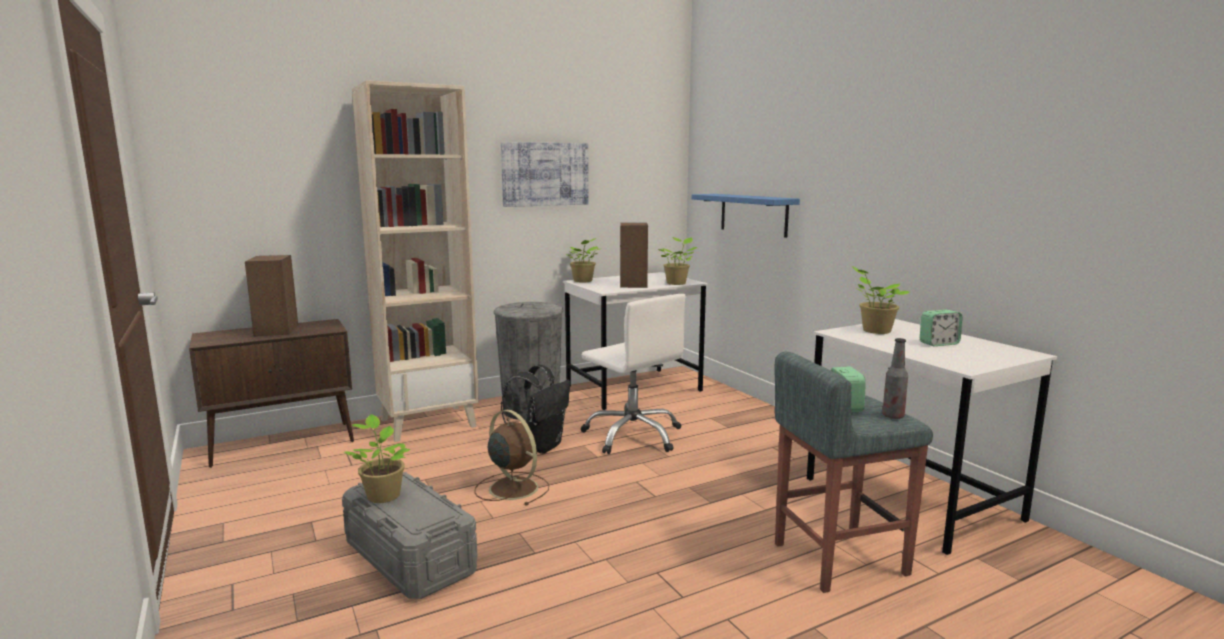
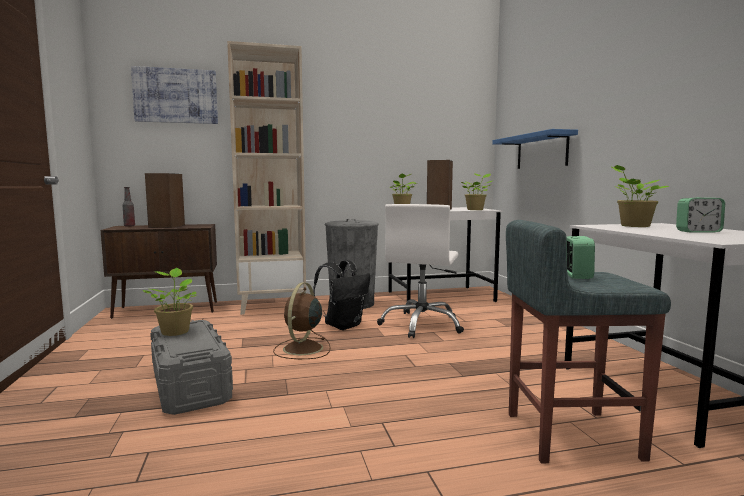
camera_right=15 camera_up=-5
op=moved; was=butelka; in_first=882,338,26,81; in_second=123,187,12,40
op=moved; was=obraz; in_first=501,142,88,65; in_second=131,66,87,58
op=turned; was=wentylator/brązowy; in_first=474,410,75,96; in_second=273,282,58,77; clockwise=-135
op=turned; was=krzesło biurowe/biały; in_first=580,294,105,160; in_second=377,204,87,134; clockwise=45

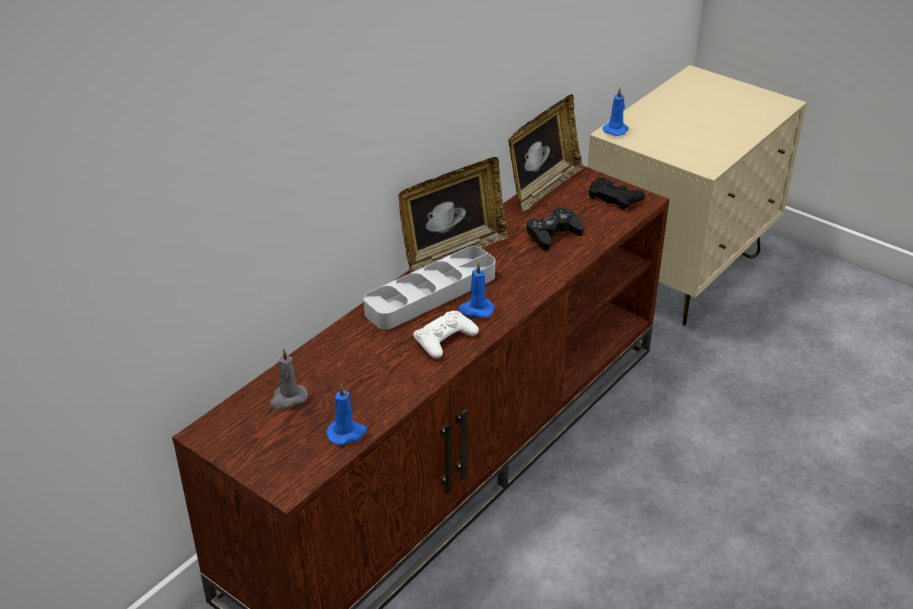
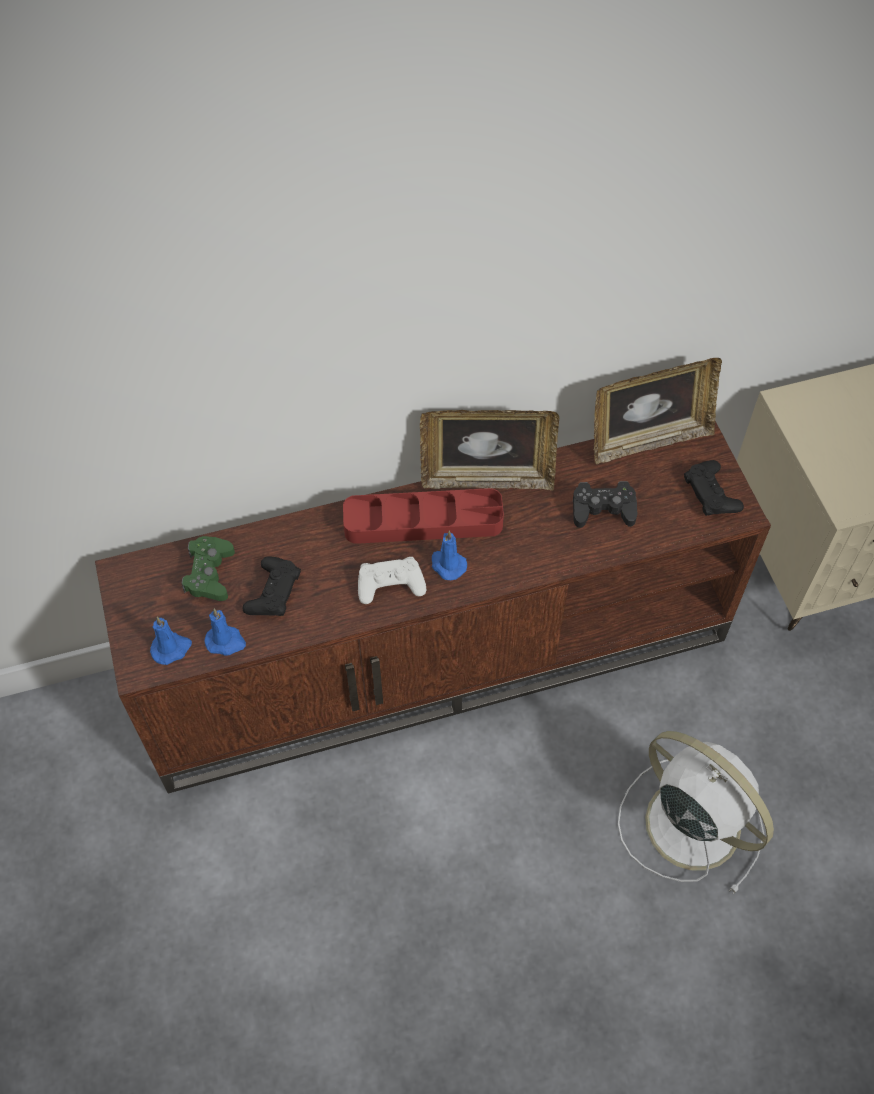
camera_right=35 camera_up=20
op=moved; was=świeca/niebieski; in_first=602,88,27,48; in_second=150,617,42,48
op=replaced; was=świeca/szary; now=pad do gier/zielony; in_first=269,348,39,60; in_second=181,536,54,65
op=added; now=pad do gier/czarny; in_second=242,556,59,60
op=recoloured; was=taca/szary; now=taca/czerwony; in_first=364,246,131,84; in_second=343,488,161,56
op=added; now=wentylator/biały; in_second=618,731,156,163

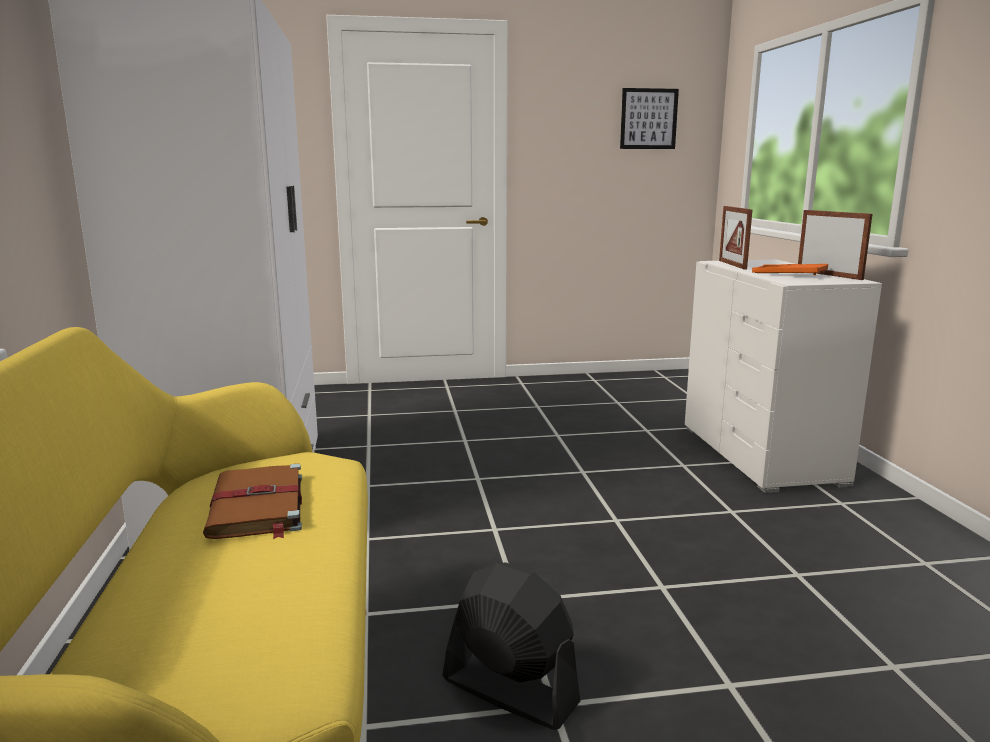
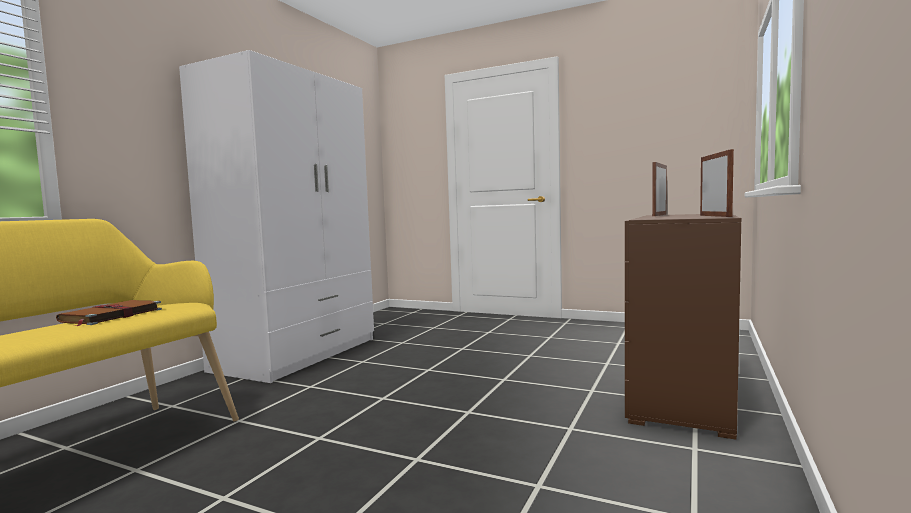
camera_right=35 camera_up=-10
op=recoloured; was=komoda/biały; now=komoda/brązowy; in_first=685,260,197,233; in_second=625,214,116,226
op=removed; was=wentylator/czarny; in_first=442,562,139,168
op=removed; was=obraz; in_first=620,88,59,61
op=removed; was=taca/pomarańczowy; in_first=752,264,76,11

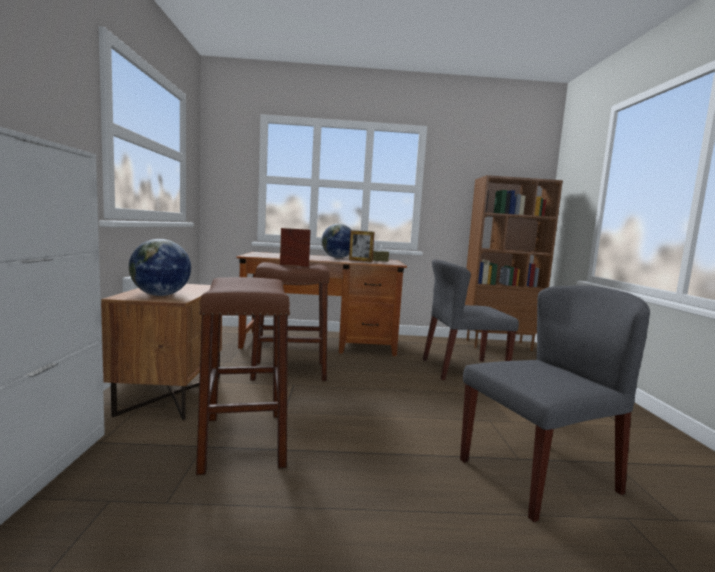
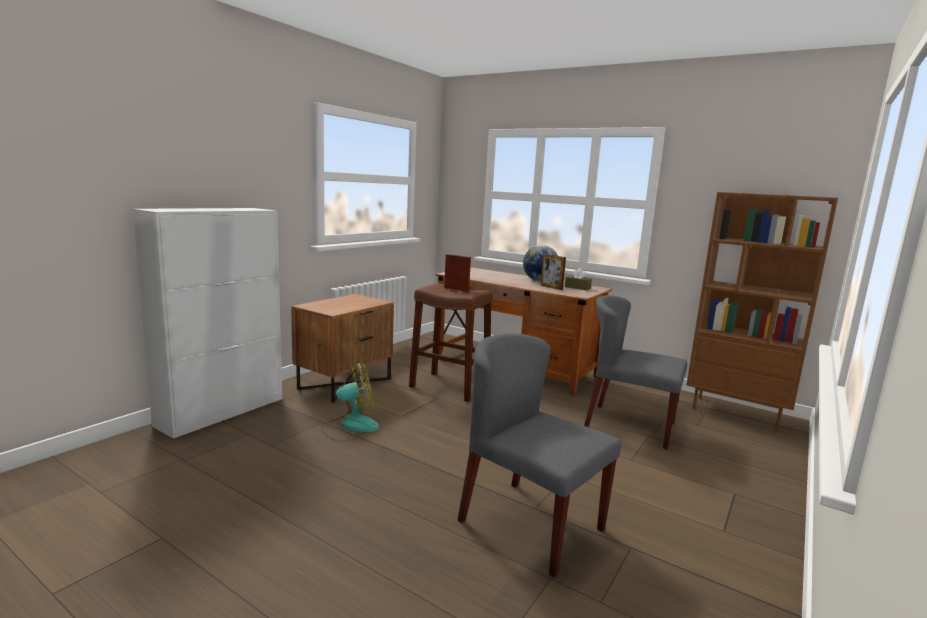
camera_right=35 camera_up=5
op=replaced; was=stołek/brązowy; now=wentylator; in_first=196,277,94,198; in_second=321,362,58,80
op=turned; was=krzesło/szary; in_first=460,285,190,237; in_second=458,333,163,245; clockwise=-150
op=removed; was=globus; in_first=129,239,62,57

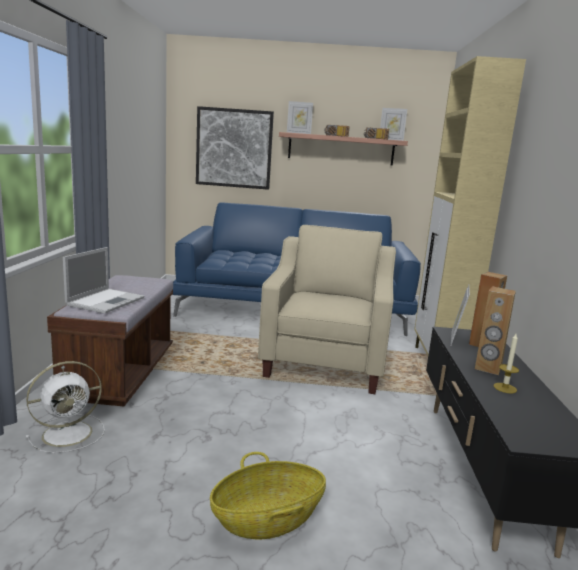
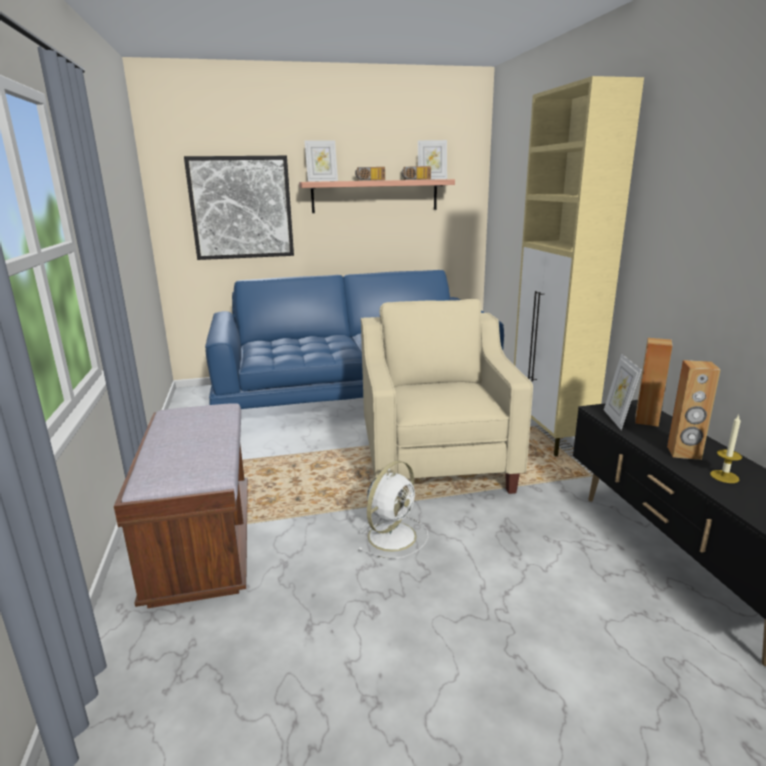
camera_right=-15 camera_up=5
op=moved; was=wentylator/biały; in_first=25,361,80,92; in_second=358,461,70,98
op=removed; was=laptop; in_first=63,247,81,67
op=removed; was=koszyk; in_first=210,452,116,87

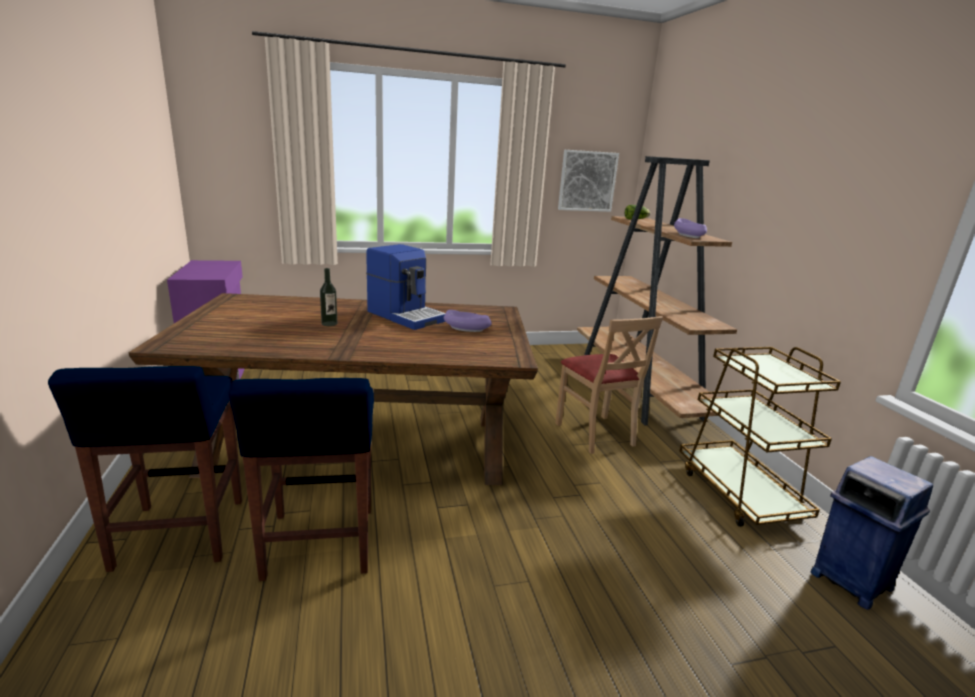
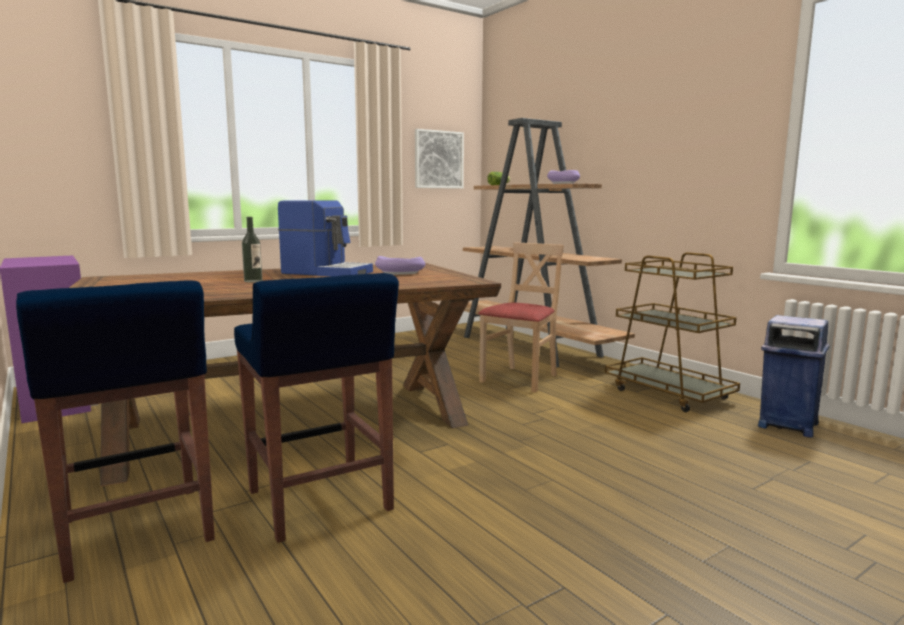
camera_right=-20 camera_up=-10
op=turned; was=krzesło/beżowy; in_first=555,316,108,138; in_second=478,242,86,151; clockwise=-105

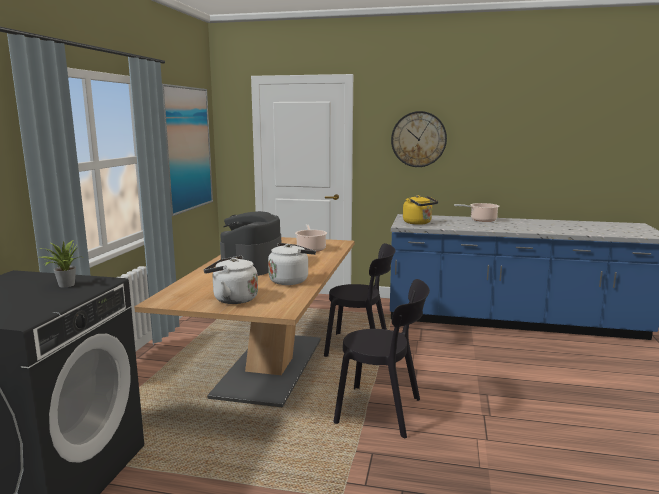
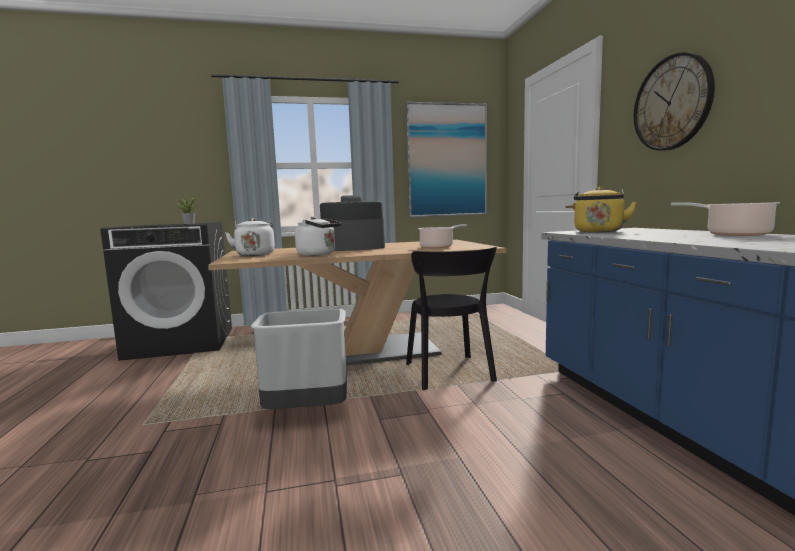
camera_right=65 camera_up=-5
op=replaced; was=krzesło/czarny; now=kosz na śmieci/szary; in_first=333,279,97,159; in_second=251,309,96,100

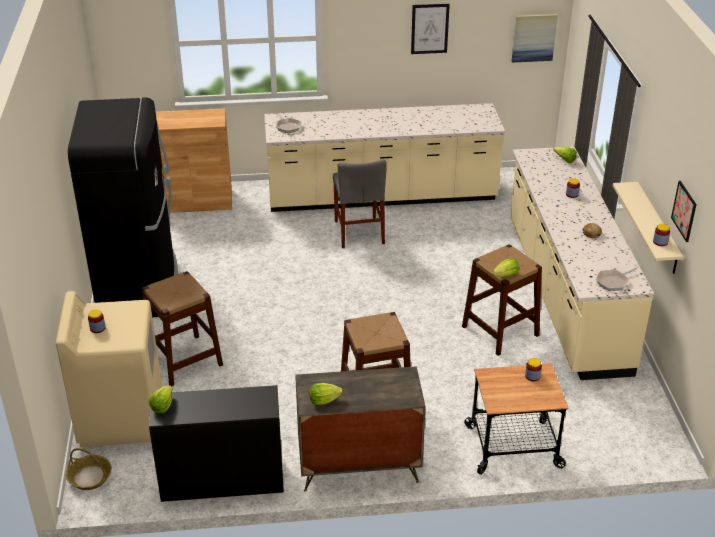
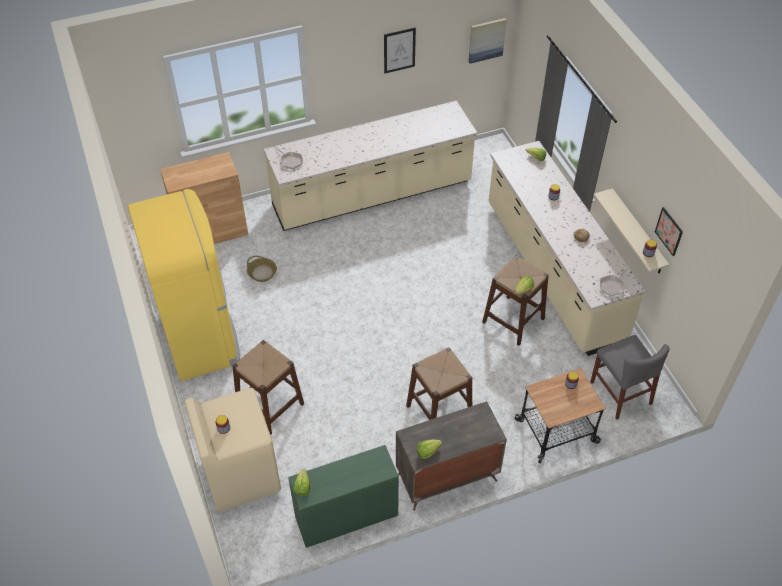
camera_right=-15 camera_up=15
op=recoloured; was=lodówka/czarny; now=lodówka/żółty; in_first=68,97,110,220; in_second=128,189,112,192
op=moved; was=koszyk; in_first=66,448,46,42; in_second=247,256,30,26
op=recoloured; was=biurko/czarny; now=biurko/zielony; in_first=149,385,135,117; in_second=288,445,111,103
op=moved; was=krzesło/szary; in_first=333,160,53,88; in_second=590,335,79,84

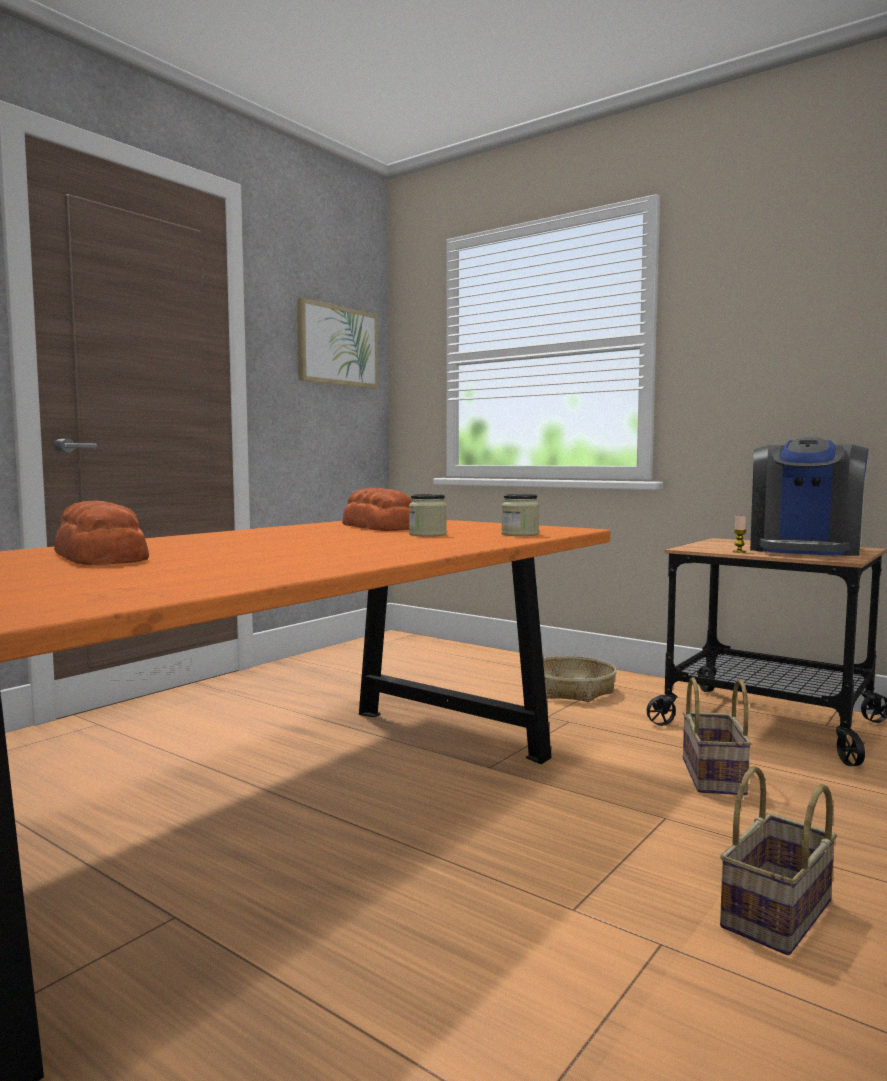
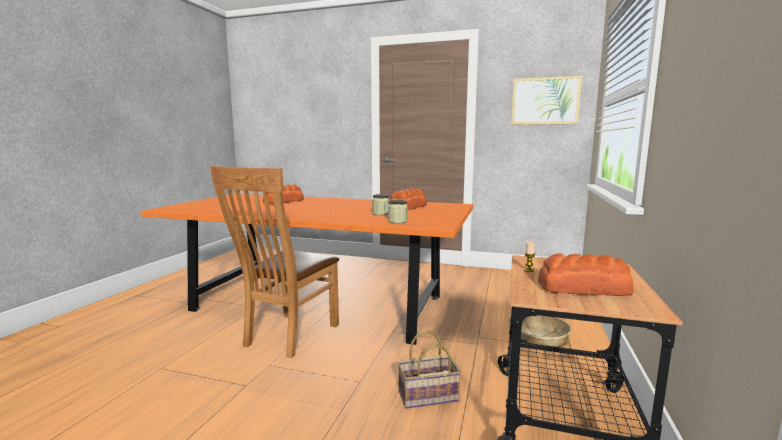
camera_right=70 camera_up=5
op=added; now=krzesło/brązowy; in_second=209,166,130,192
op=replaced; was=ekspres do kawy; now=chleb; in_first=750,437,119,119; in_second=538,254,96,42
op=removed; was=koszyk; in_first=720,766,117,189

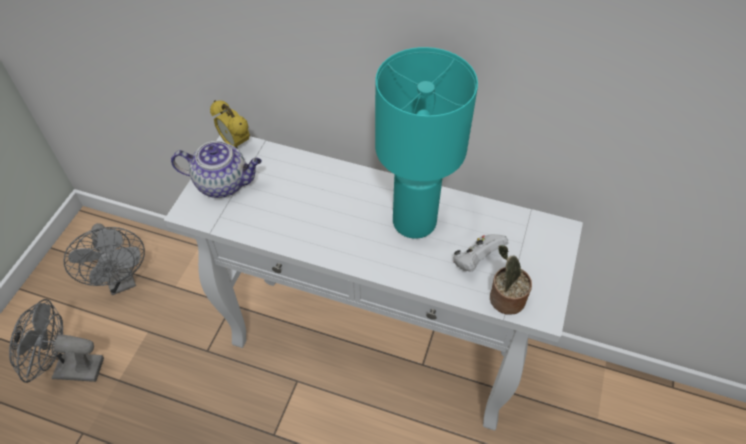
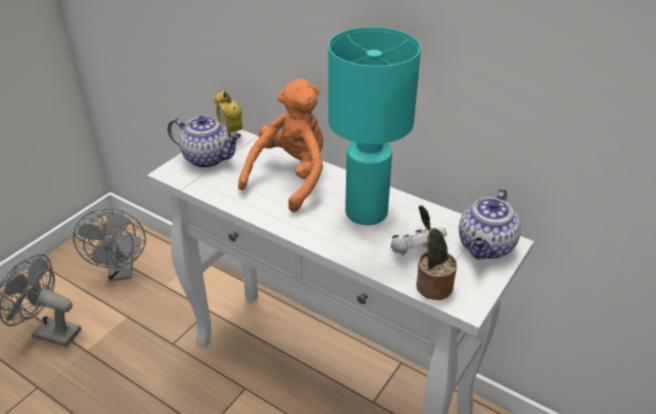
camera_right=15 camera_up=-15
op=added; now=pluszak/pomarańczowy; in_second=238,78,85,134
op=added; now=imbryk; in_second=459,188,62,72

